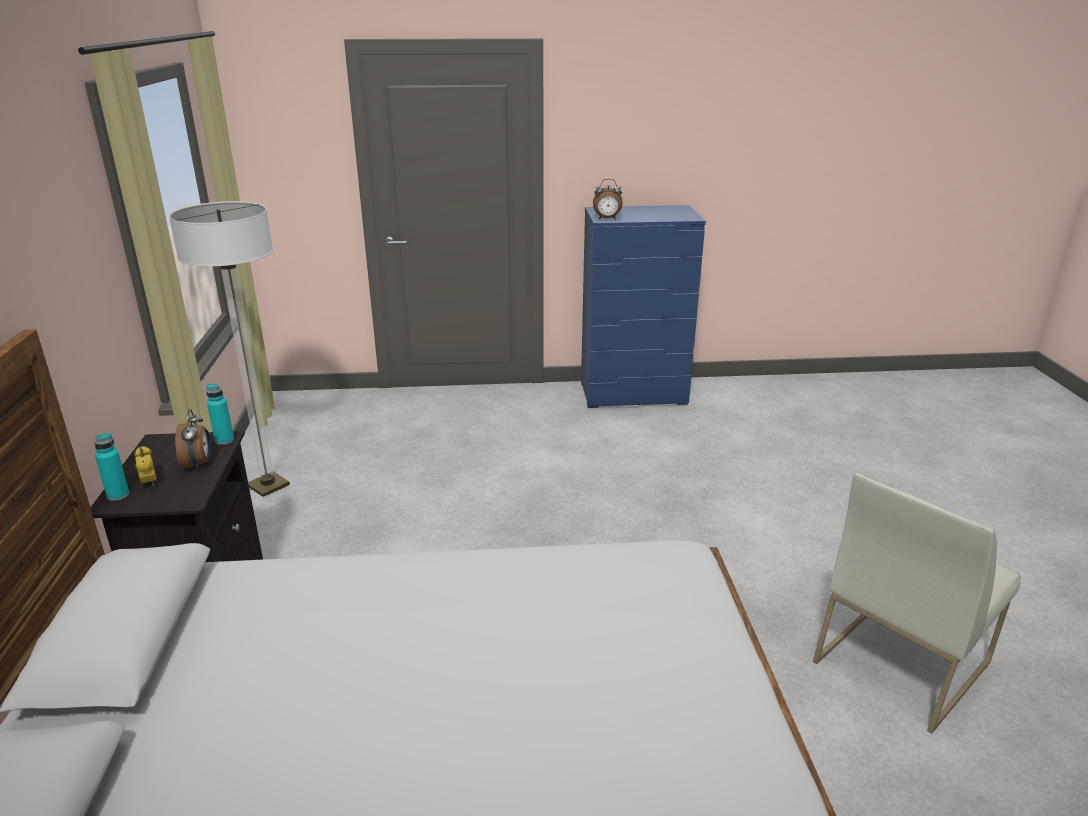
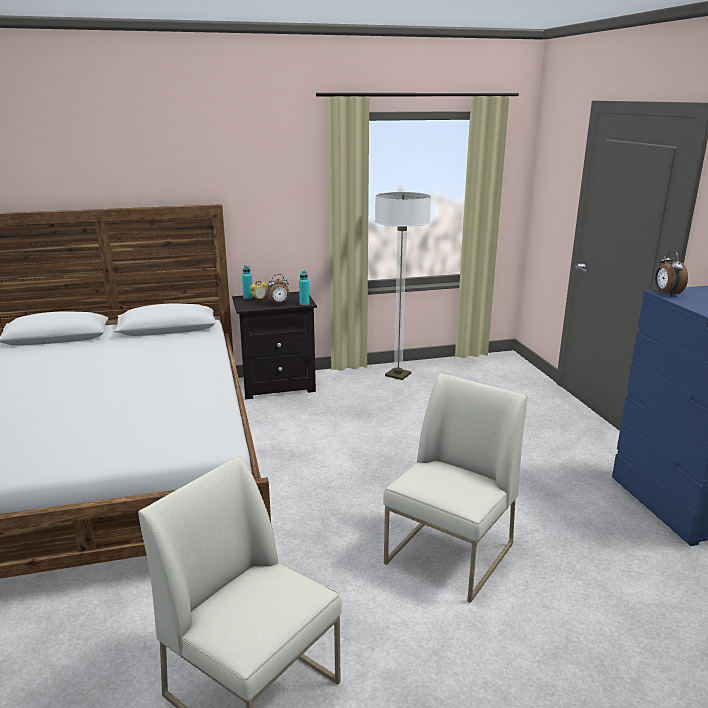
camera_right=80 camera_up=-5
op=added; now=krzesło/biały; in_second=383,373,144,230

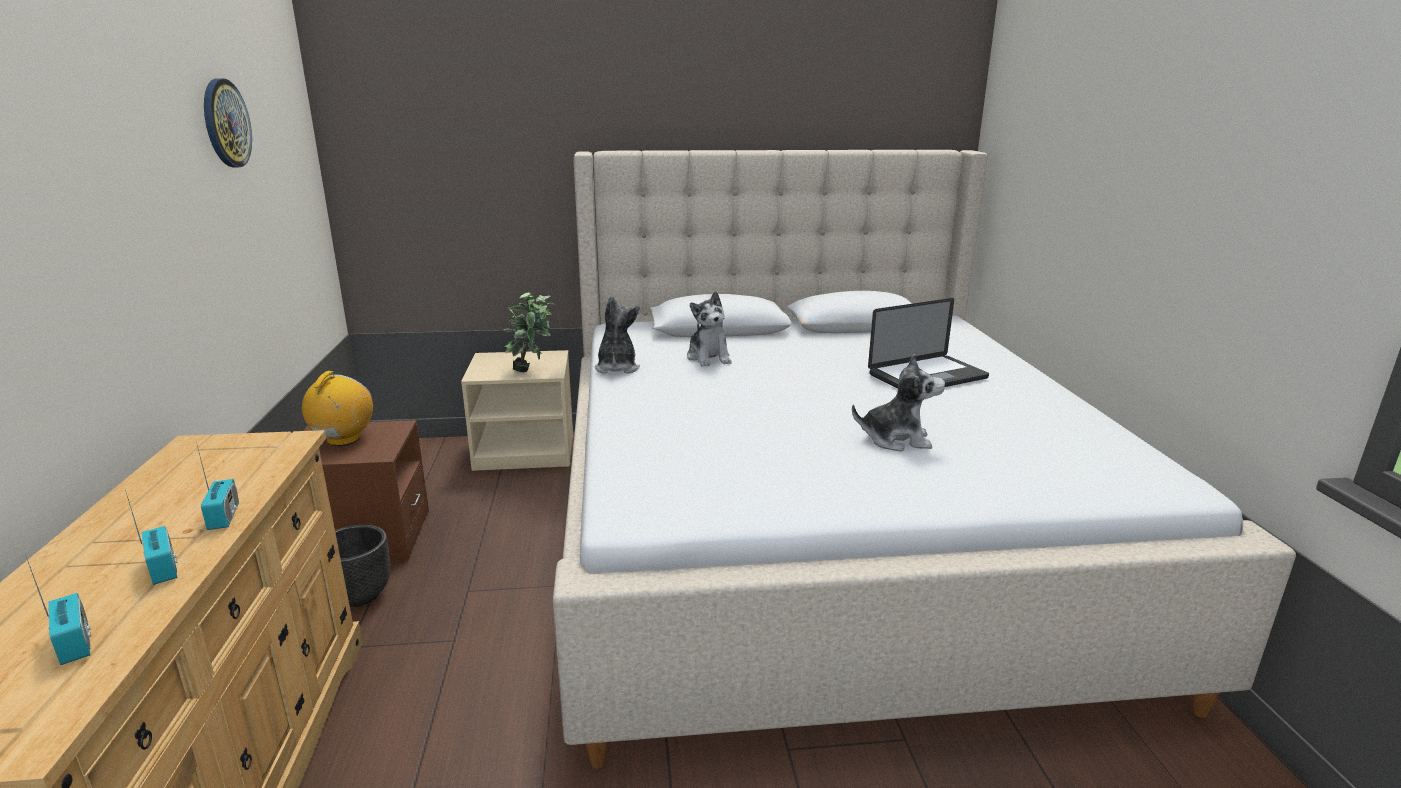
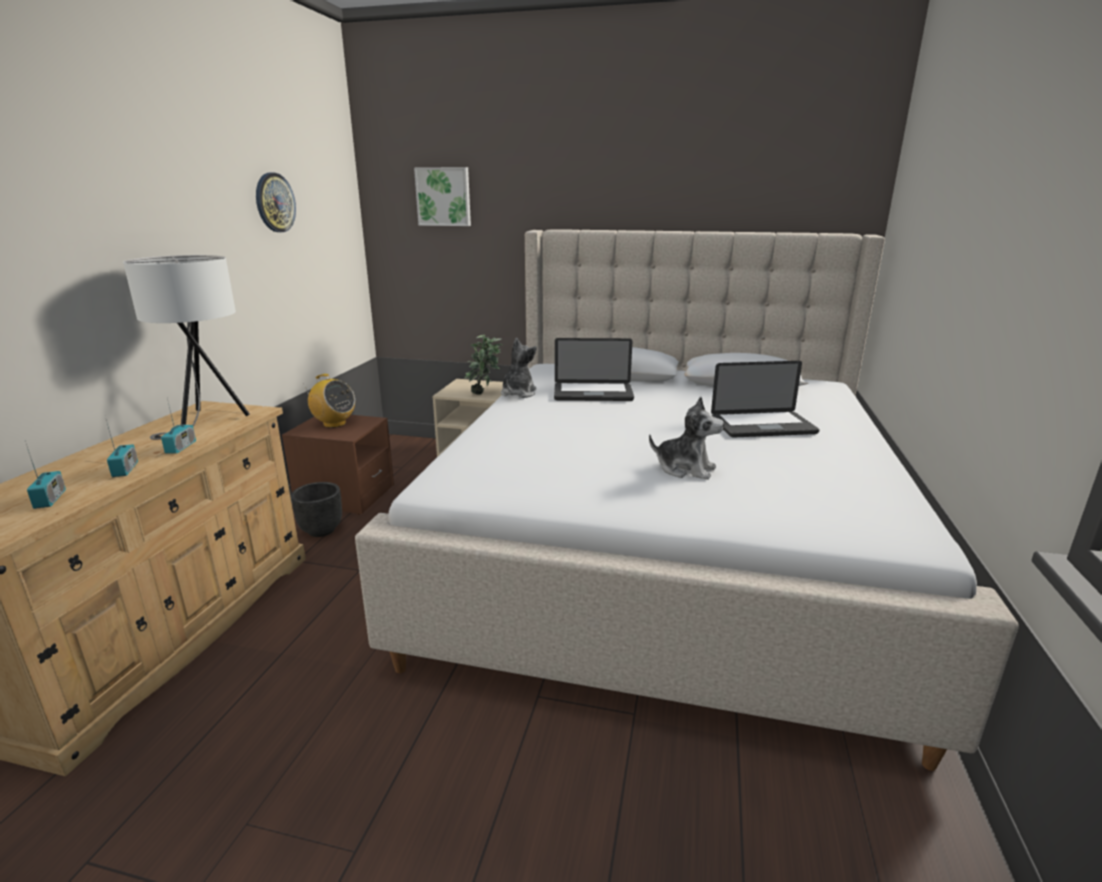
camera_right=20 camera_up=0
op=added; now=lampa stołowa/biały; in_second=123,255,127,185
op=turned; was=radio; in_first=302,371,71,75; in_second=303,374,52,54; clockwise=90
op=added; now=obraz; in_second=414,167,57,59
op=replaced; was=pluszak; now=laptop; in_first=687,291,45,76; in_second=554,338,80,63

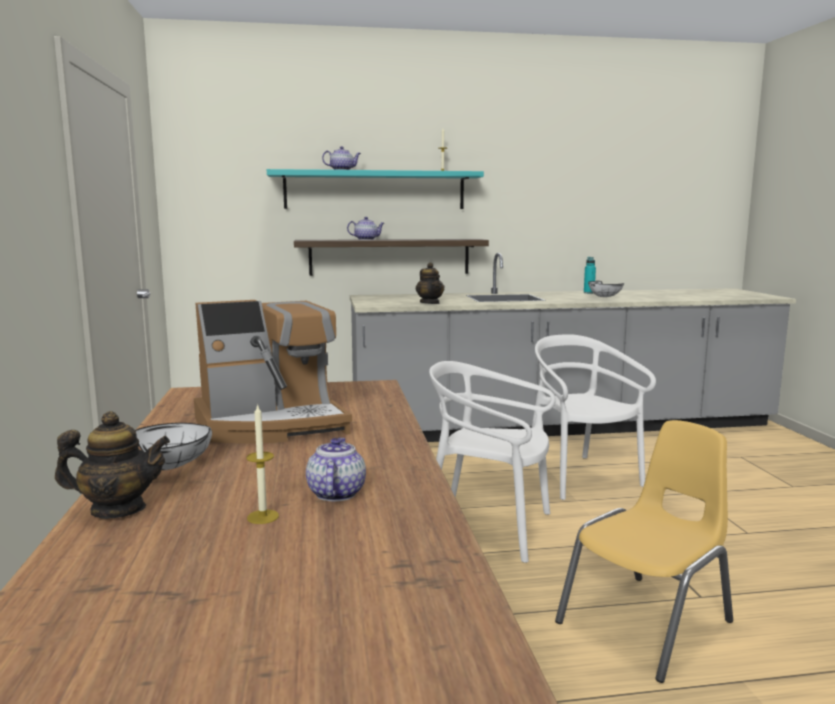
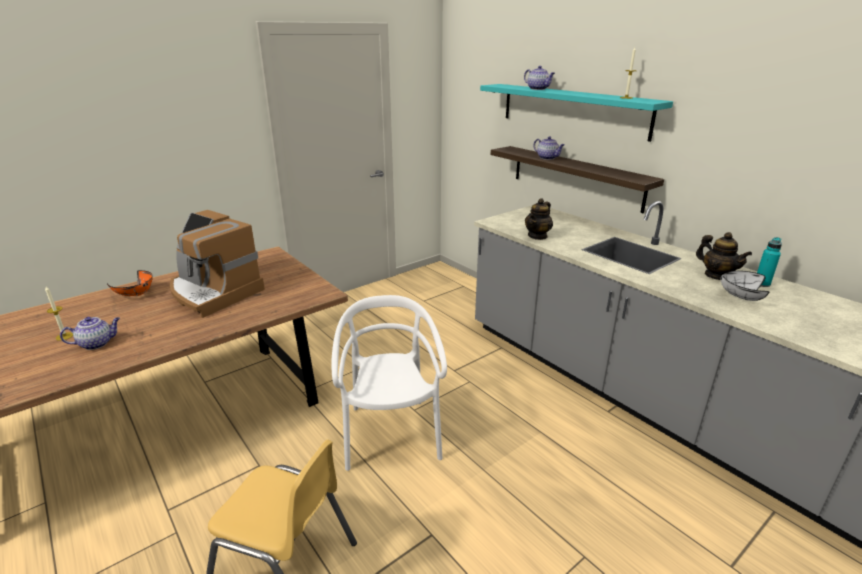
camera_right=60 camera_up=15
op=recoloured; was=miska/biały; now=miska/pomarańczowy; in_first=135,423,77,47; in_second=107,270,46,26
op=moved; was=imbryk; in_first=55,411,115,108; in_second=696,232,56,48
op=removed; was=krzesło/biały; in_first=526,334,130,166

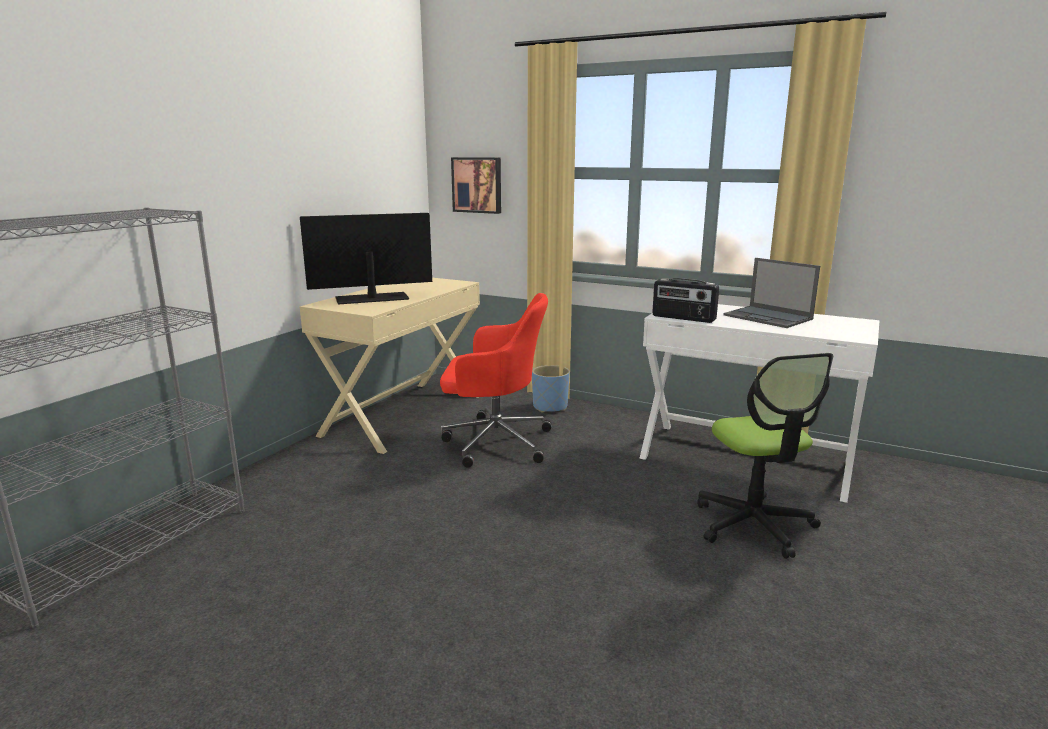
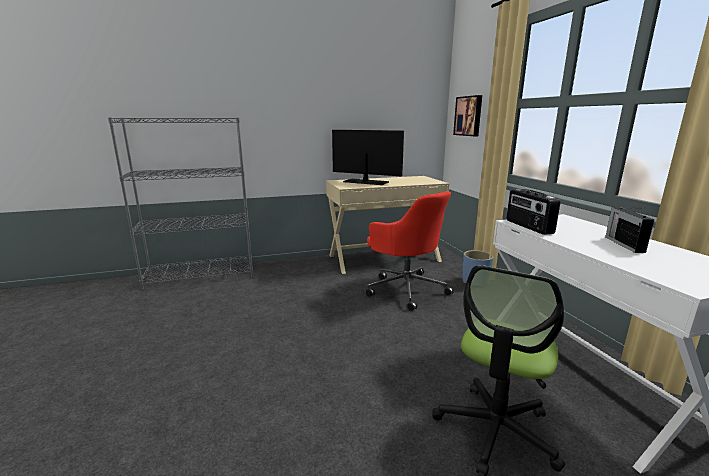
camera_right=45 camera_up=0
op=replaced; was=laptop; now=radio; in_first=723,258,97,70; in_second=605,207,49,46

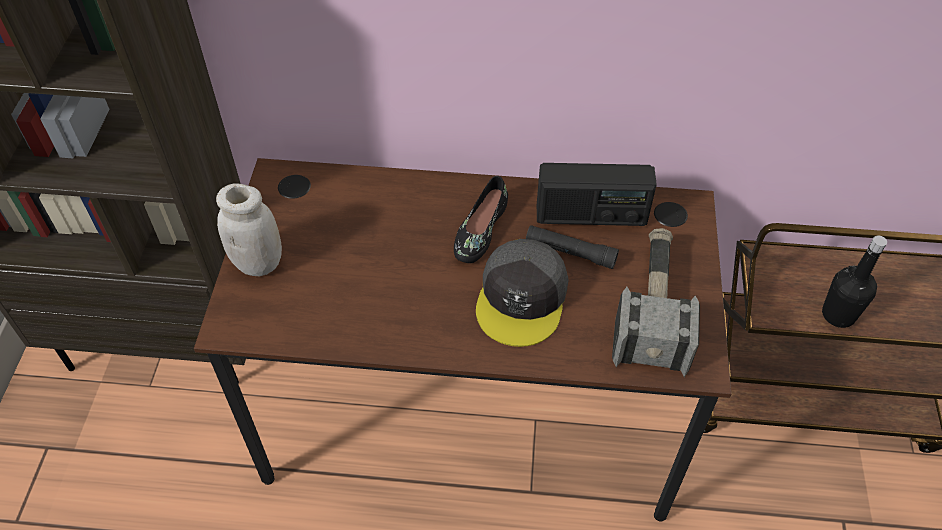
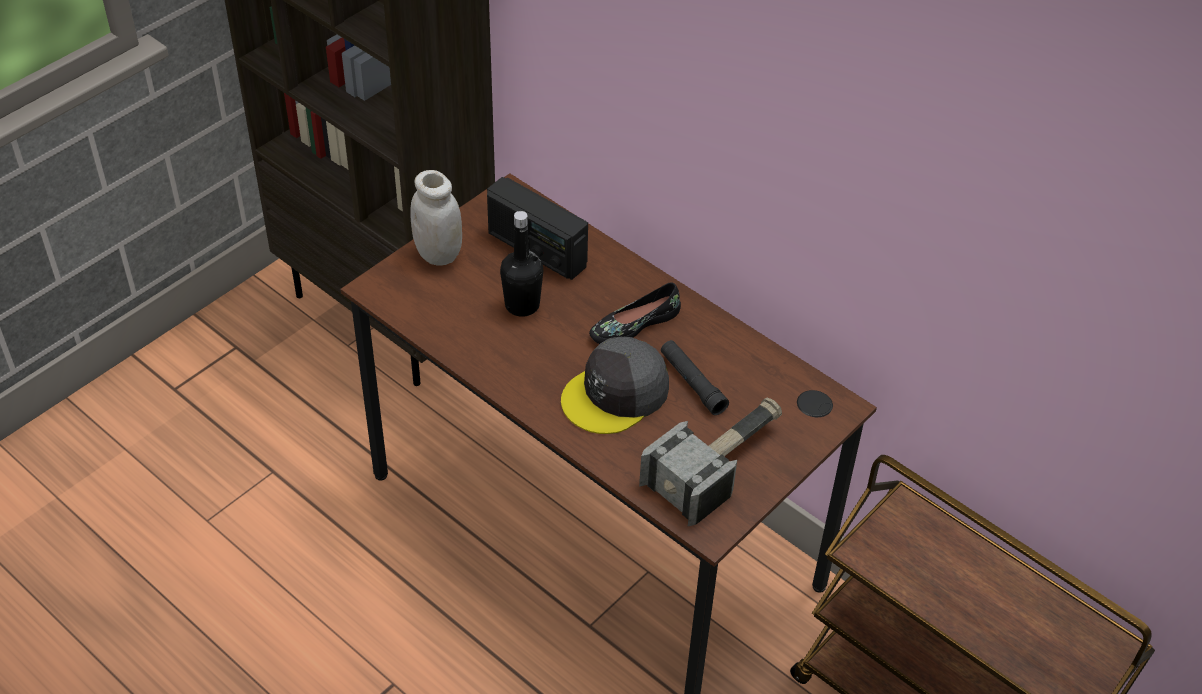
camera_right=35 camera_up=-5
op=moved; was=radio; in_first=537,163,120,63; in_second=487,177,101,103
op=moved; was=butelka/czarny; in_first=822,235,65,93; in_second=500,211,43,106

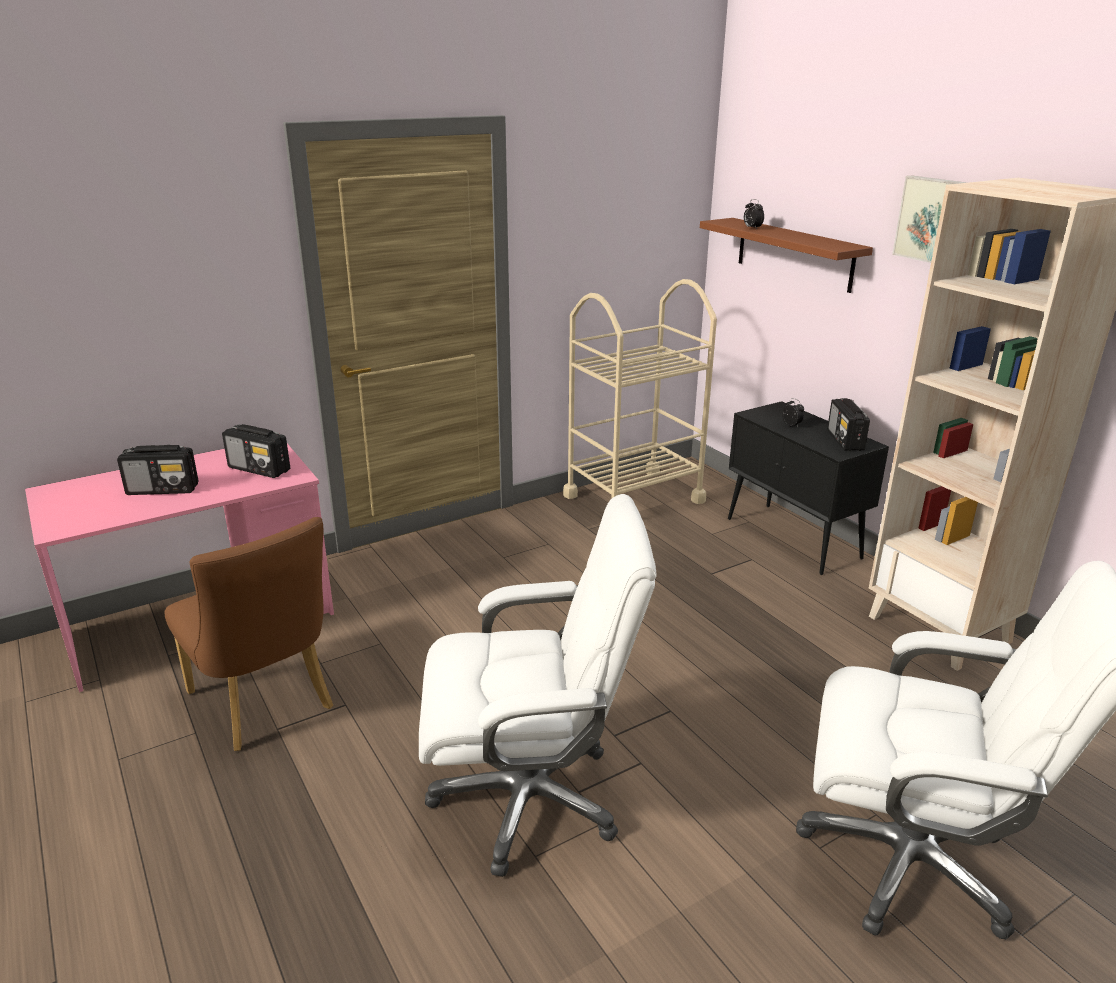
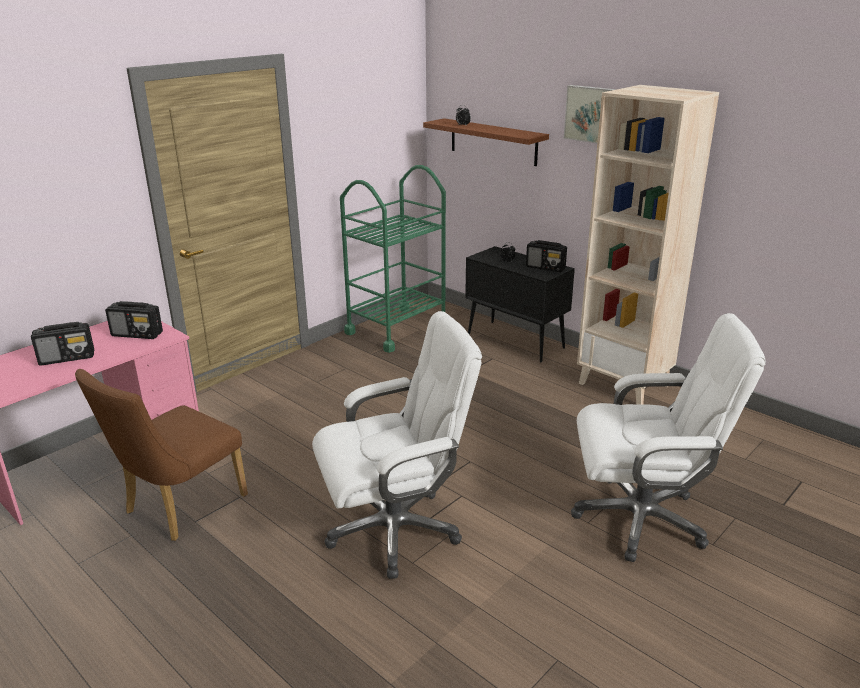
camera_right=-15 camera_up=0
op=turned; was=krzesło/brązowy; in_first=164,517,169,234; in_second=75,369,173,172; clockwise=90
op=recoloured; was=wózek/beżowy; now=wózek/zielony; in_first=563,279,154,225; in_second=340,165,106,188
op=turned; was=radio; in_first=827,398,43,53; in_second=526,240,41,32; clockwise=-45

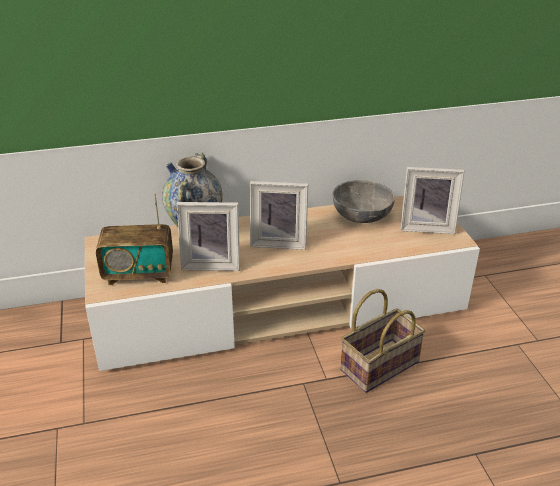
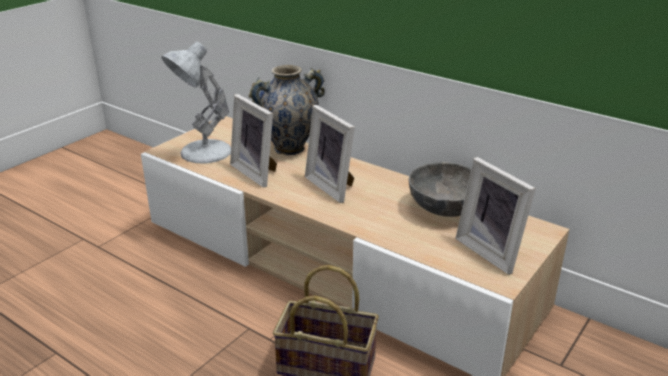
camera_right=50 camera_up=-5
op=replaced; was=radio; now=lampa stołowa/biały; in_first=96,193,77,92; in_second=161,42,70,121

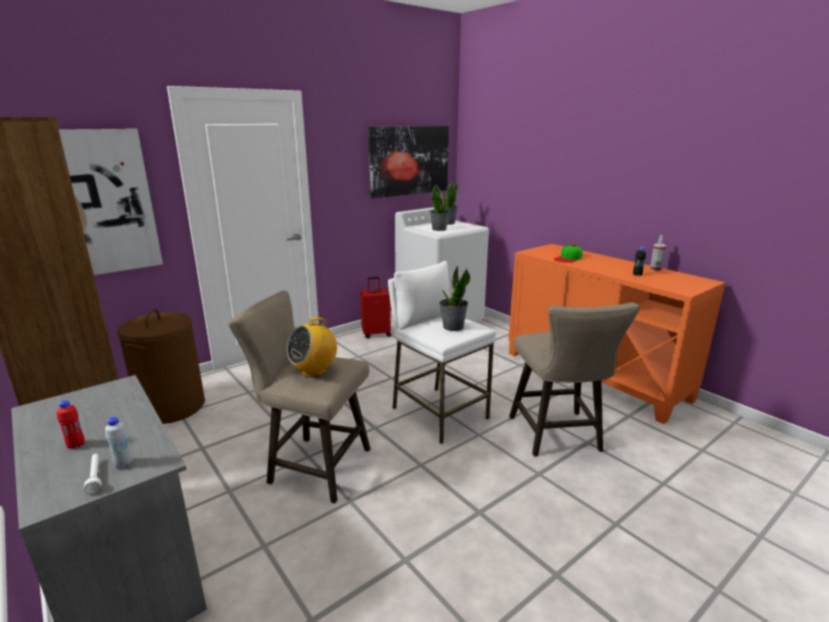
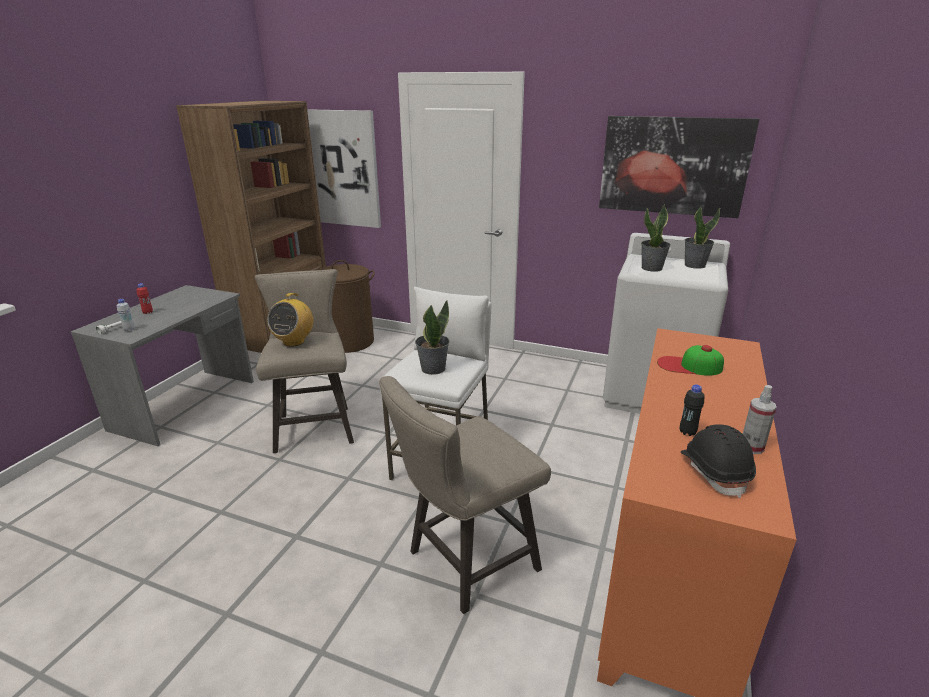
camera_right=60 camera_up=5
op=turned; was=radio; in_first=286,317,51,60; in_second=267,293,46,54; clockwise=-90
op=added; now=kask/czarny; in_second=681,424,75,74
op=removed; was=walizka/czerwony; in_first=360,277,31,61

